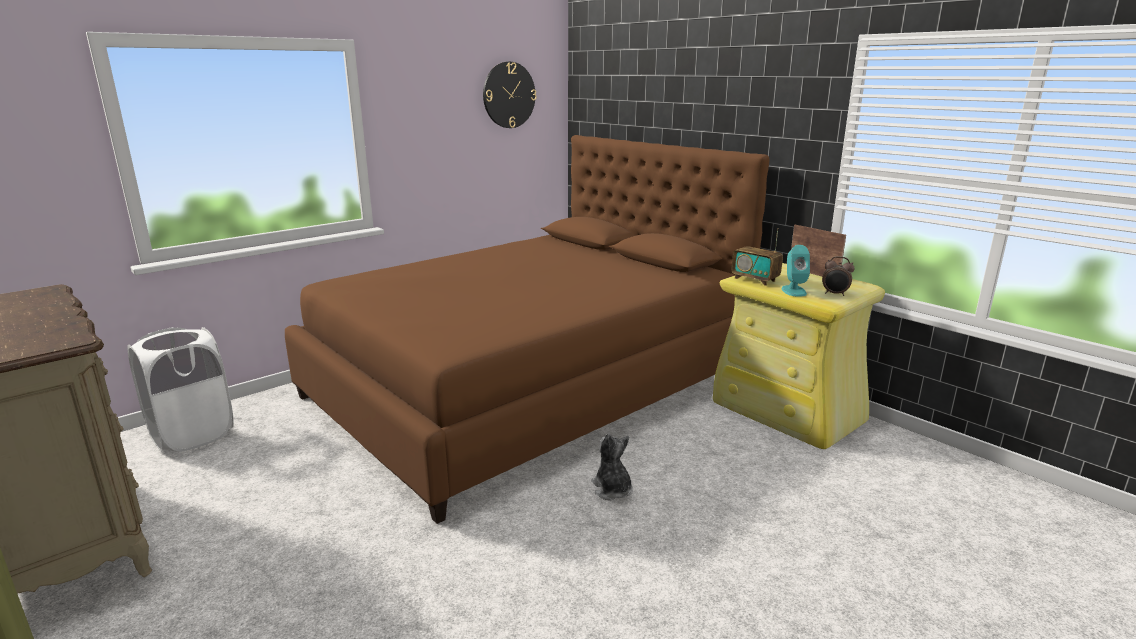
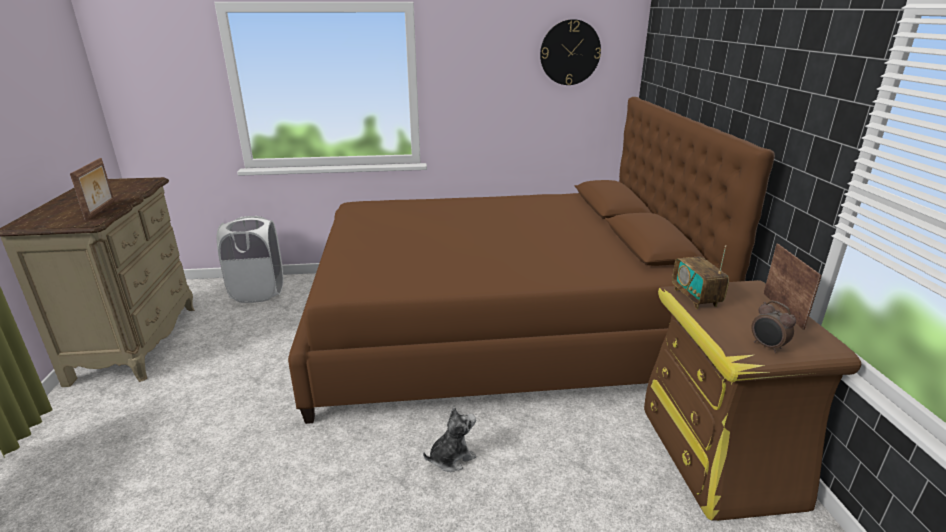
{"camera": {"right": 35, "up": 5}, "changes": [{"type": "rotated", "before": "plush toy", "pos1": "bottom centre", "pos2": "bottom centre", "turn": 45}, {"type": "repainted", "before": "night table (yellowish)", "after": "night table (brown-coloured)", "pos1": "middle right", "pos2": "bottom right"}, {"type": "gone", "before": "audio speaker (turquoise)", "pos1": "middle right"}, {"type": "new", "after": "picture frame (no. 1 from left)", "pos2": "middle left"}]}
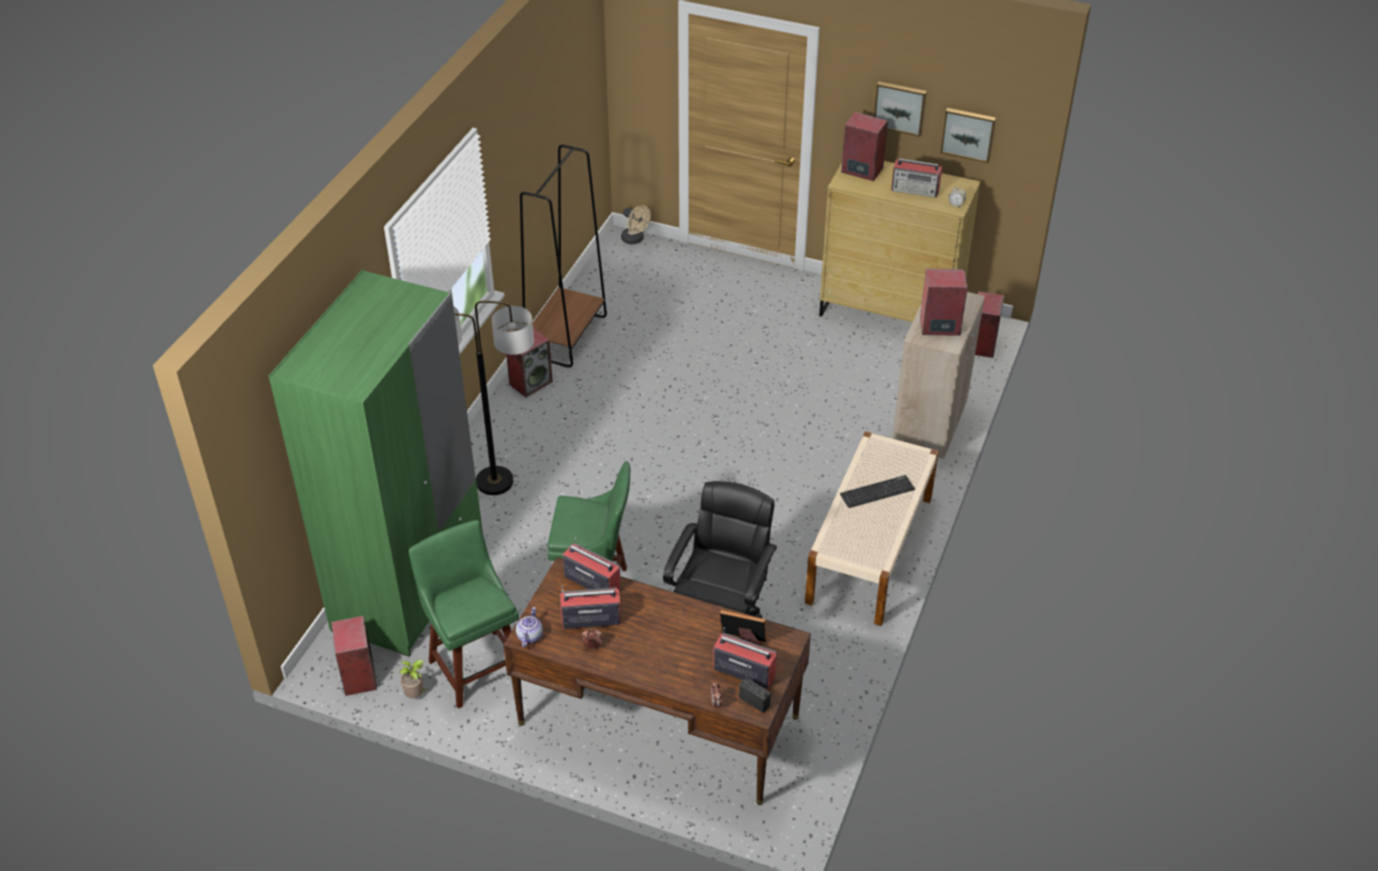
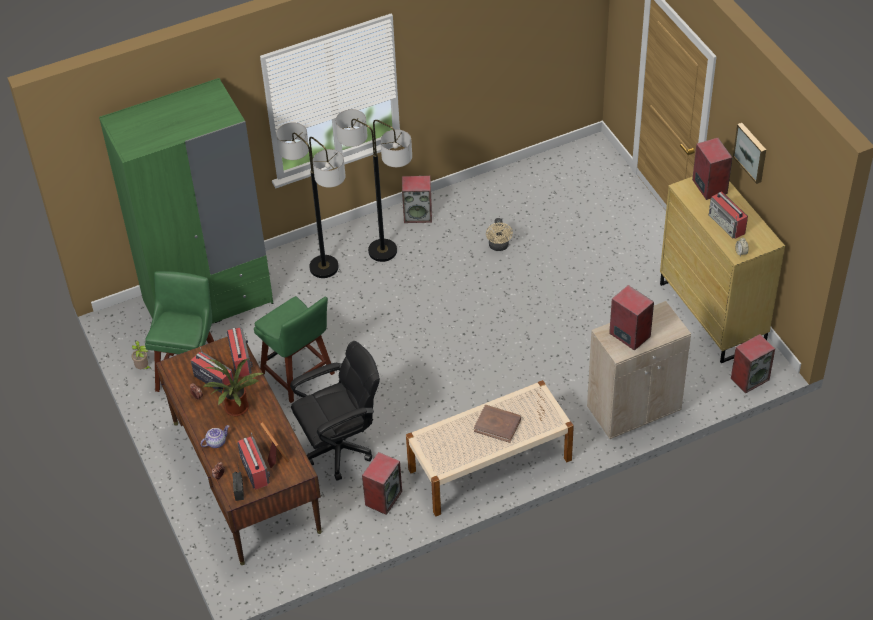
{"camera": {"right": 45, "up": 5}, "changes": [{"type": "shifted", "before": "audio speaker (no. 1 from left)", "pos1": "bottom left", "pos2": "bottom centre"}, {"type": "shifted", "before": "pot for tea", "pos1": "bottom centre", "pos2": "bottom left"}, {"type": "gone", "before": "clothes rack", "pos1": "top centre"}, {"type": "shifted", "before": "electric fan (sand-coloured)", "pos1": "top centre", "pos2": "centre"}, {"type": "swapped", "before": "PC keyboard", "after": "volume (brown-coloured)", "pos1": "centre", "pos2": "bottom centre"}, {"type": "gone", "before": "picture (no. 2 from left)", "pos1": "top right"}, {"type": "new", "after": "houseplant (no. 2 from left)", "pos2": "middle left"}, {"type": "new", "after": "floor lamp (no. 2 from left)", "pos2": "top centre"}]}
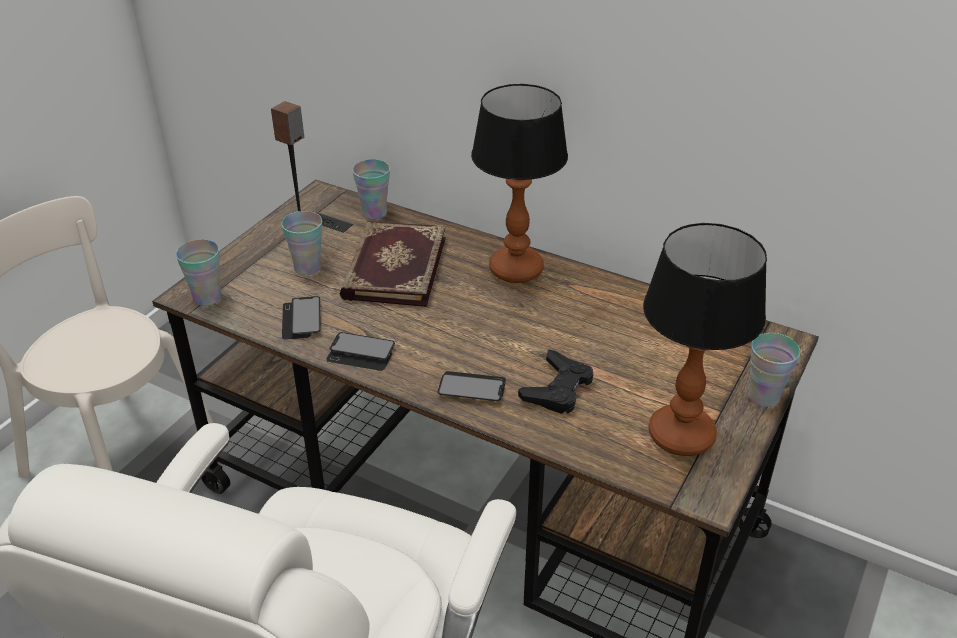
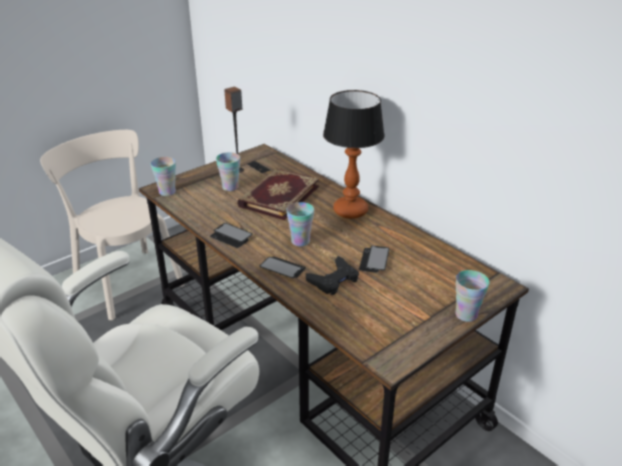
{"camera": {"right": 20, "up": -5}, "changes": [{"type": "shifted", "before": "handset (no. 1 from left in the first image)", "after": "handset (no. 3 from left)", "pos1": "middle left", "pos2": "centre"}, {"type": "shifted", "before": "cup (no. 3 from left)", "pos1": "top centre", "pos2": "centre"}, {"type": "gone", "before": "lamp for a table (no. 2 from left)", "pos1": "middle right"}]}
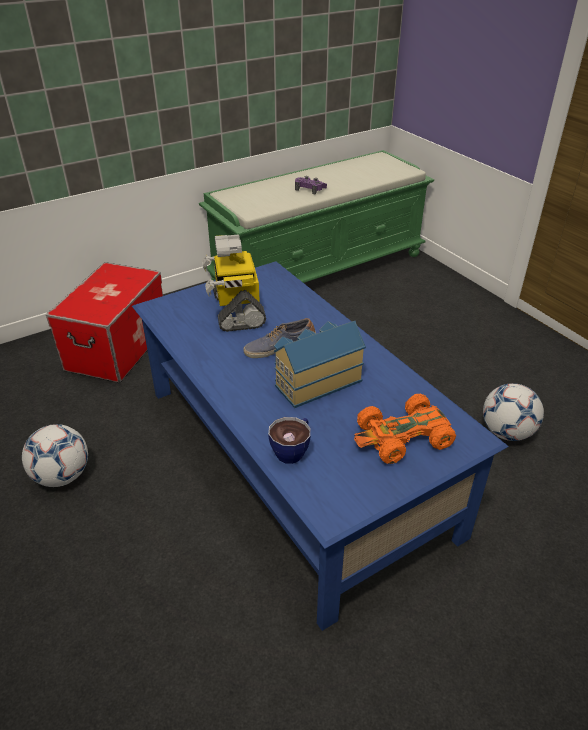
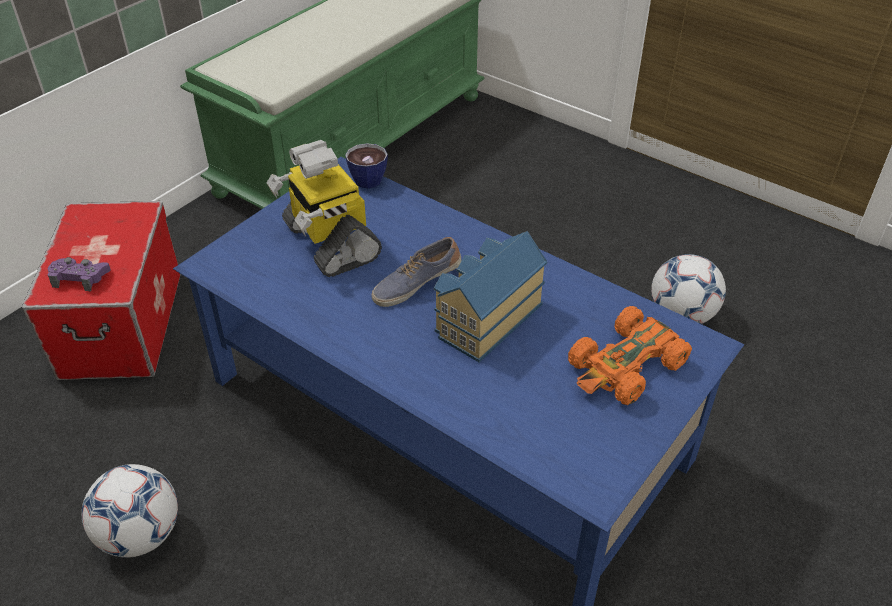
{"camera": {"right": -20, "up": 5}, "changes": [{"type": "shifted", "before": "cup", "pos1": "centre", "pos2": "top centre"}, {"type": "shifted", "before": "game controller (purplish)", "pos1": "top centre", "pos2": "middle left"}]}
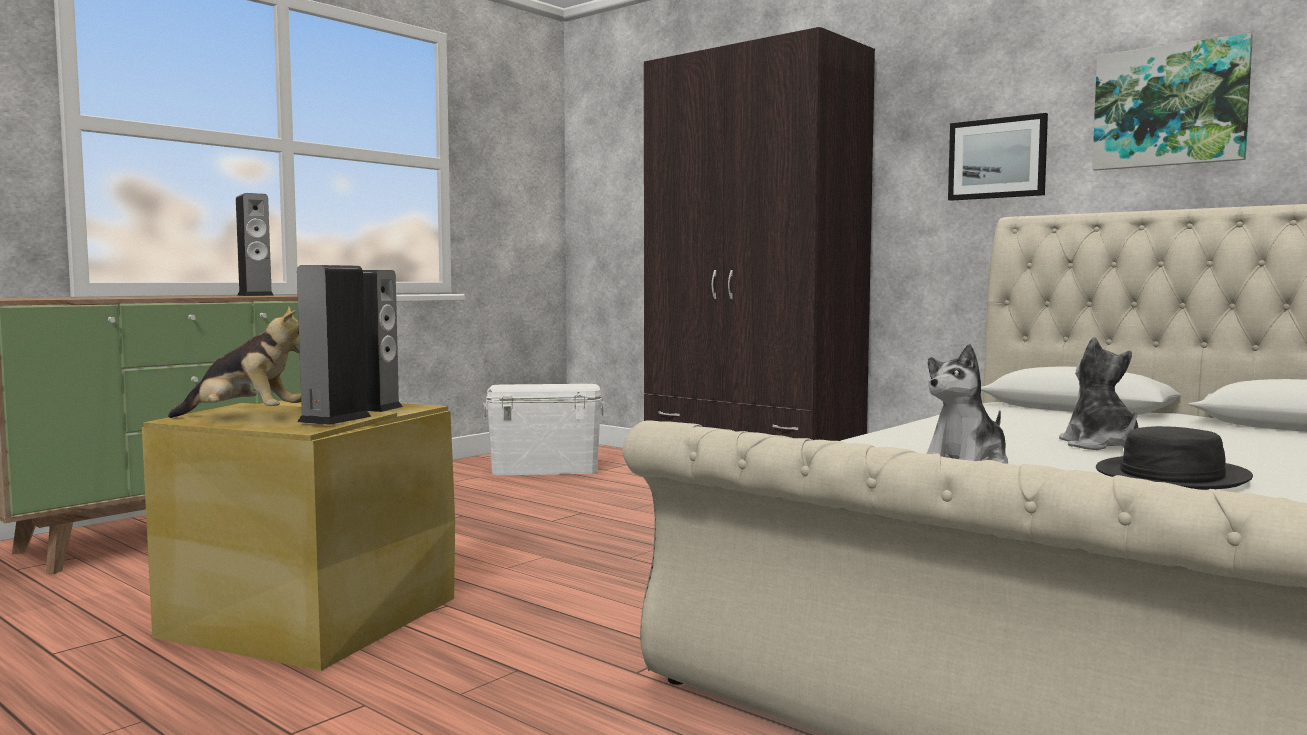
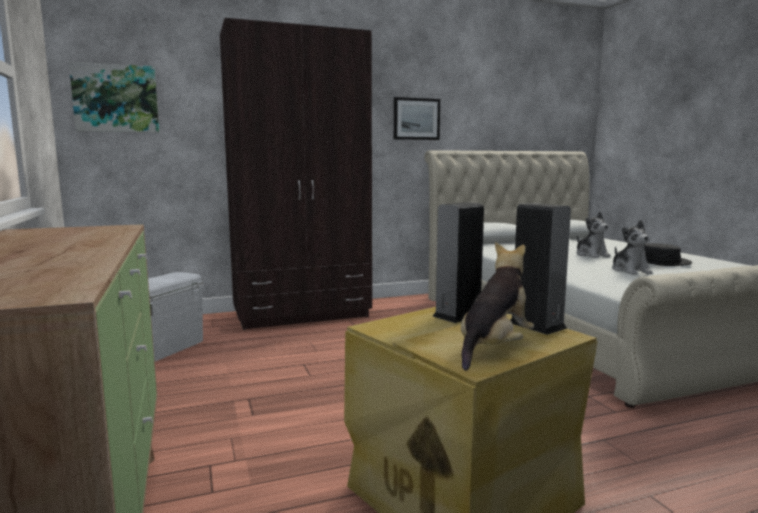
{"camera": {"right": -60, "up": 5}, "changes": [{"type": "gone", "before": "audio speaker (no. 1 from left)", "pos1": "top left"}, {"type": "rotated", "before": "plush toy (no. 3 from left in the first image)", "pos1": "middle right", "pos2": "middle right", "turn": -135}, {"type": "shifted", "before": "picture (no. 2 from left in the first image)", "after": "picture (no. 1 from left)", "pos1": "top right", "pos2": "top left"}]}
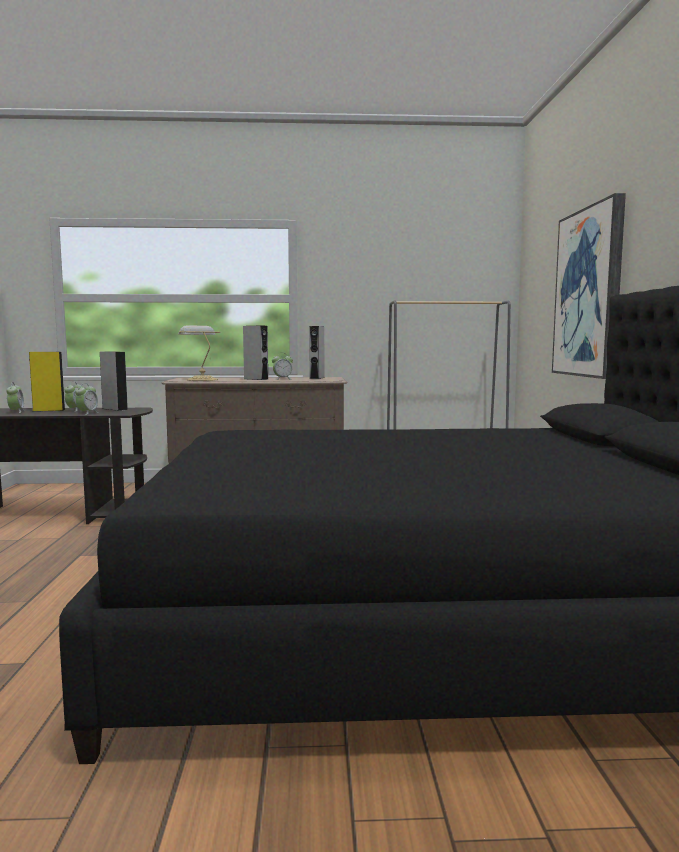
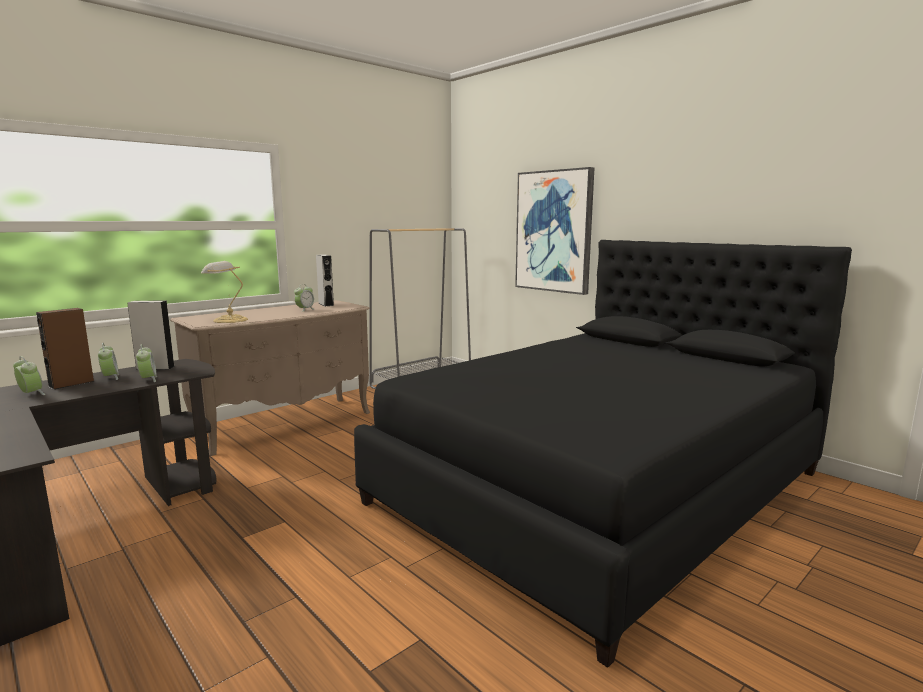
{"camera": {"right": -40, "up": 5}, "changes": [{"type": "repainted", "before": "audio speaker (yellowish)", "after": "audio speaker (brown-coloured)", "pos1": "middle left", "pos2": "middle left"}, {"type": "gone", "before": "audio speaker (greyish) (no. 2 from left)", "pos1": "centre"}]}
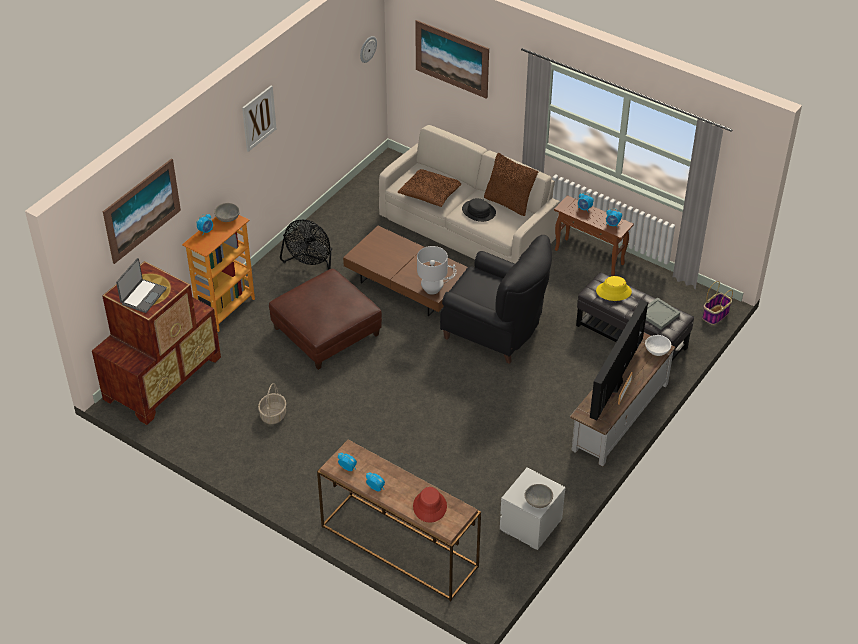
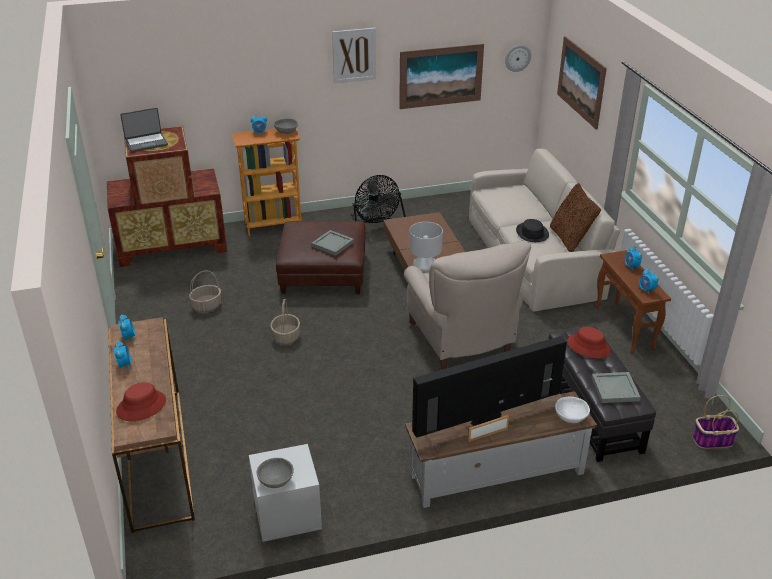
{"camera": {"right": 40, "up": -10}, "changes": [{"type": "shifted", "before": "picture (no. 1 from left in the first image)", "after": "picture (no. 2 from left)", "pos1": "top left", "pos2": "top centre"}, {"type": "rotated", "before": "electric fan (blackish)", "pos1": "centre", "pos2": "centre", "turn": -90}, {"type": "gone", "before": "throw pillow (brown-coloured) (no. 1 from left)", "pos1": "top centre"}, {"type": "repainted", "before": "lounge chair (blackish)", "after": "lounge chair (sand-coloured)", "pos1": "centre", "pos2": "centre"}, {"type": "repainted", "before": "wearable hat (yellowish)", "after": "wearable hat (red-coloured) (no. 2 from left)", "pos1": "middle right", "pos2": "middle right"}, {"type": "new", "after": "basket (no. 2 from left)", "pos2": "centre"}, {"type": "new", "after": "tray (greyish) (no. 1 from left)", "pos2": "centre"}]}
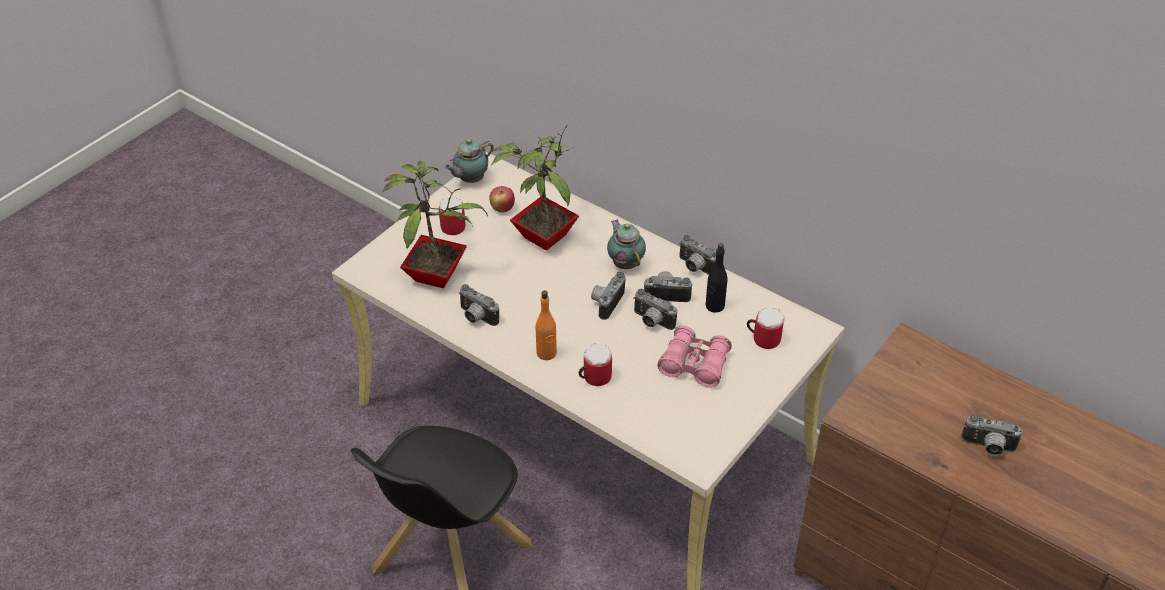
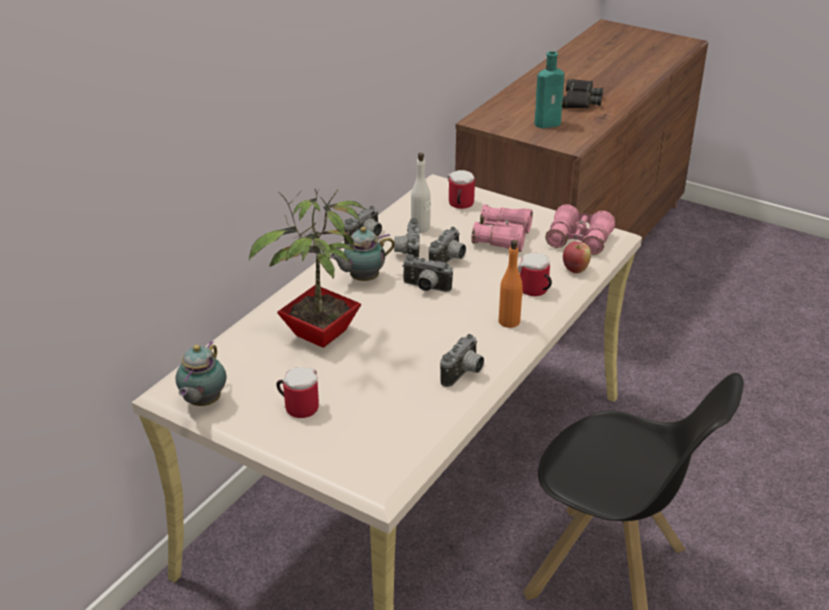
{"camera": {"right": -95, "up": -10}, "changes": [{"type": "gone", "before": "houseplant (no. 1 from left)", "pos1": "centre"}, {"type": "rotated", "before": "pot for tea (no. 1 from left)", "pos1": "top centre", "pos2": "middle left", "turn": 60}, {"type": "shifted", "before": "apple fruit", "pos1": "centre", "pos2": "middle right"}, {"type": "repainted", "before": "beverage bottle (blackish)", "after": "beverage bottle (white)", "pos1": "centre", "pos2": "top centre"}, {"type": "swapped", "before": "photo camera (no. 6 from left)", "after": "field glasses (blackish)", "pos1": "bottom right", "pos2": "top right"}, {"type": "new", "after": "beverage bottle (turquoise)", "pos2": "top centre"}, {"type": "new", "after": "field glasses (pink) (no. 2 from left)", "pos2": "middle right"}]}
